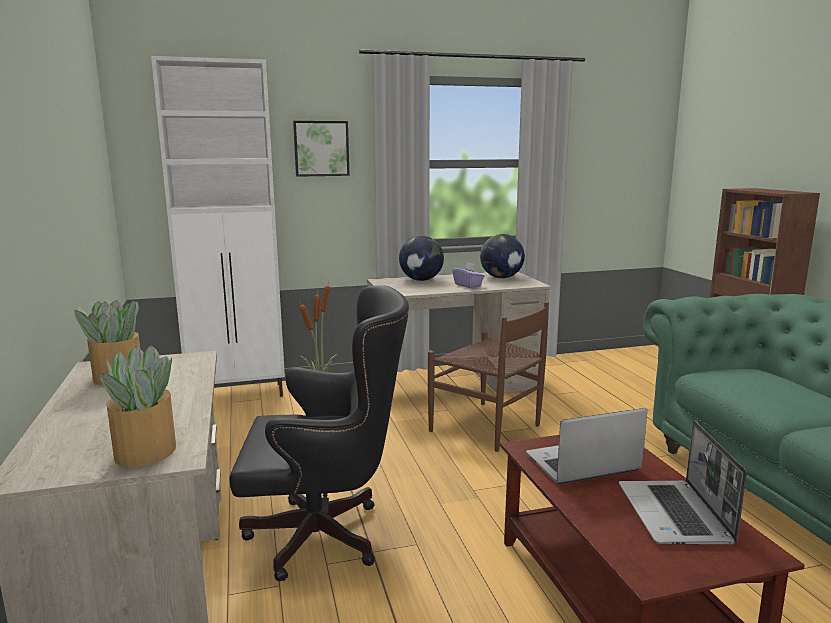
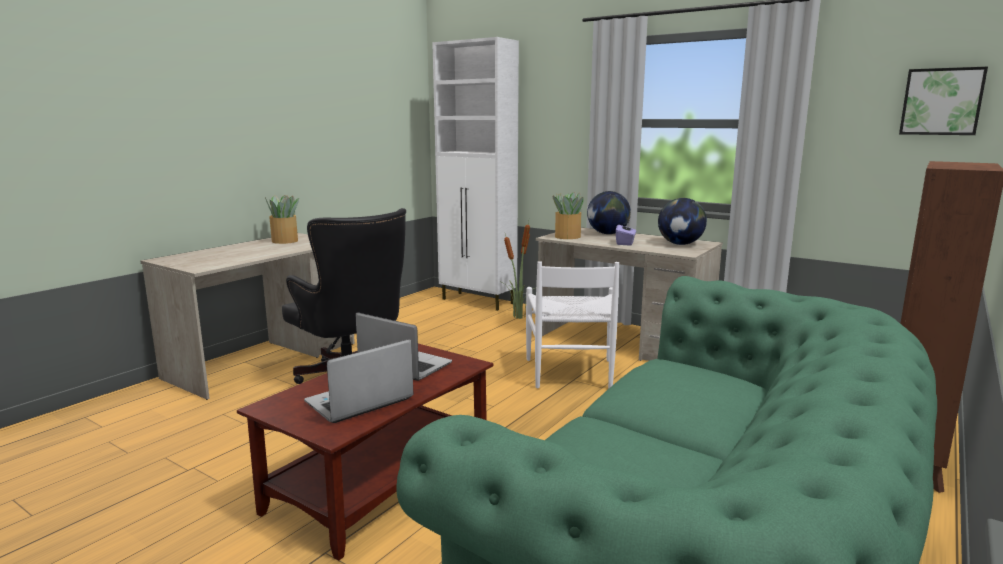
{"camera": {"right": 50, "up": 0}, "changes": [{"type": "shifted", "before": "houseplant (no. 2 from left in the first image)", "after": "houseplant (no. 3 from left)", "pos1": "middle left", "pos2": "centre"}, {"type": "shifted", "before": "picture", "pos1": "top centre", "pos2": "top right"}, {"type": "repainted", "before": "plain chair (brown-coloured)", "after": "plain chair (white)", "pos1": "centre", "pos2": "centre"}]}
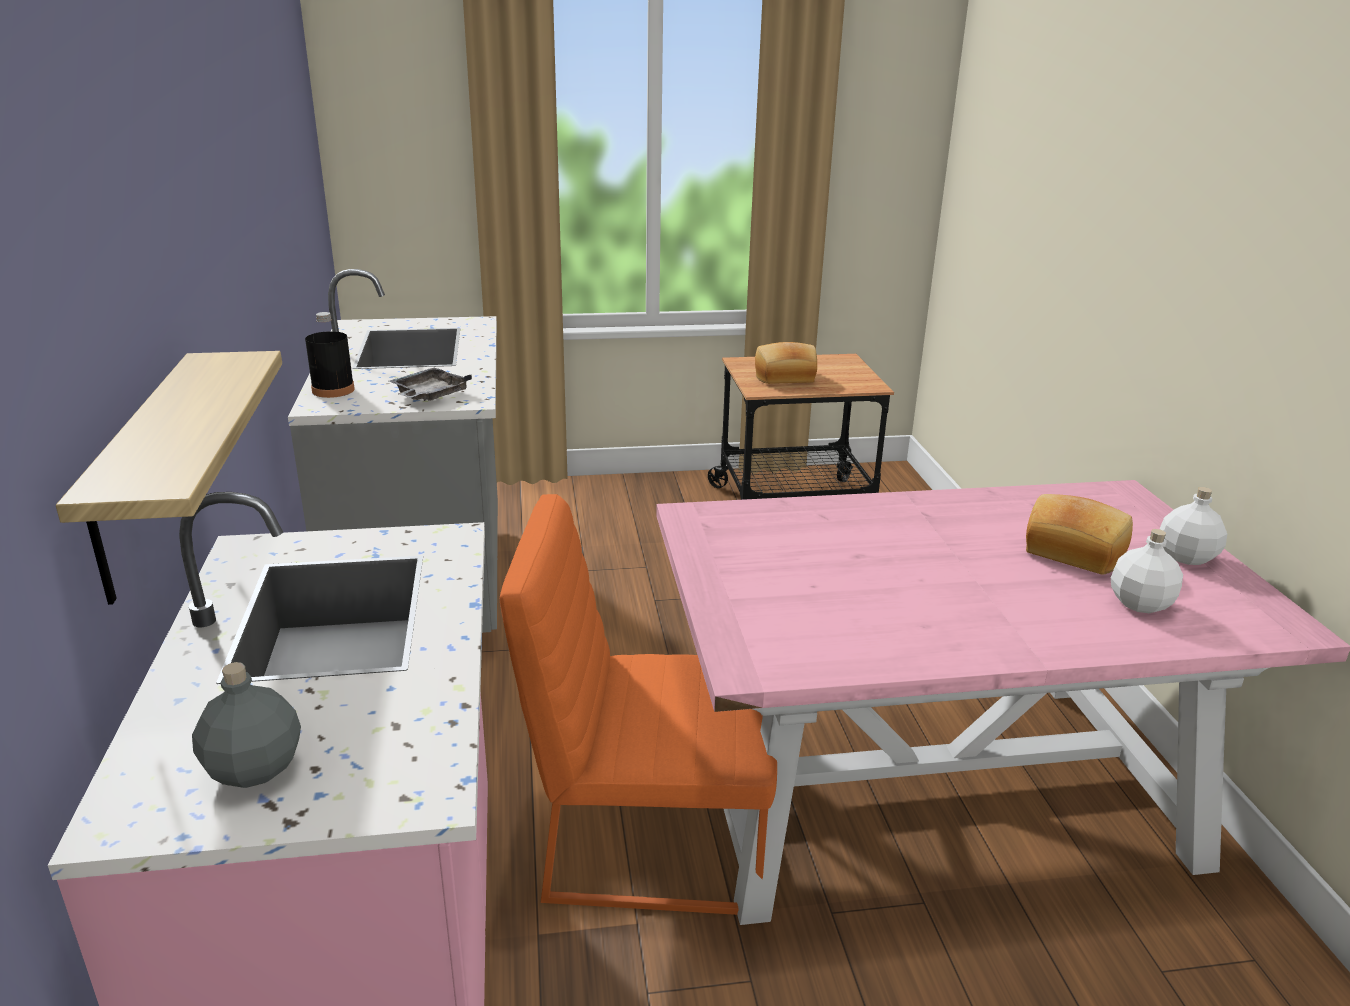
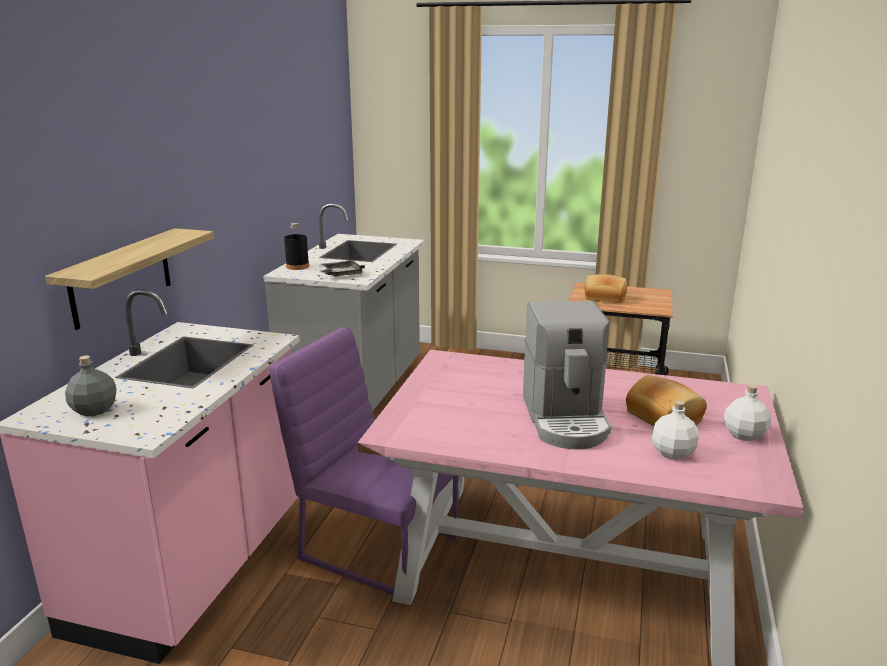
{"camera": {"right": 25, "up": -5}, "changes": [{"type": "repainted", "before": "plain chair (orangey)", "after": "plain chair (purplish)", "pos1": "bottom centre", "pos2": "bottom centre"}, {"type": "new", "after": "coffee brewer", "pos2": "centre"}]}
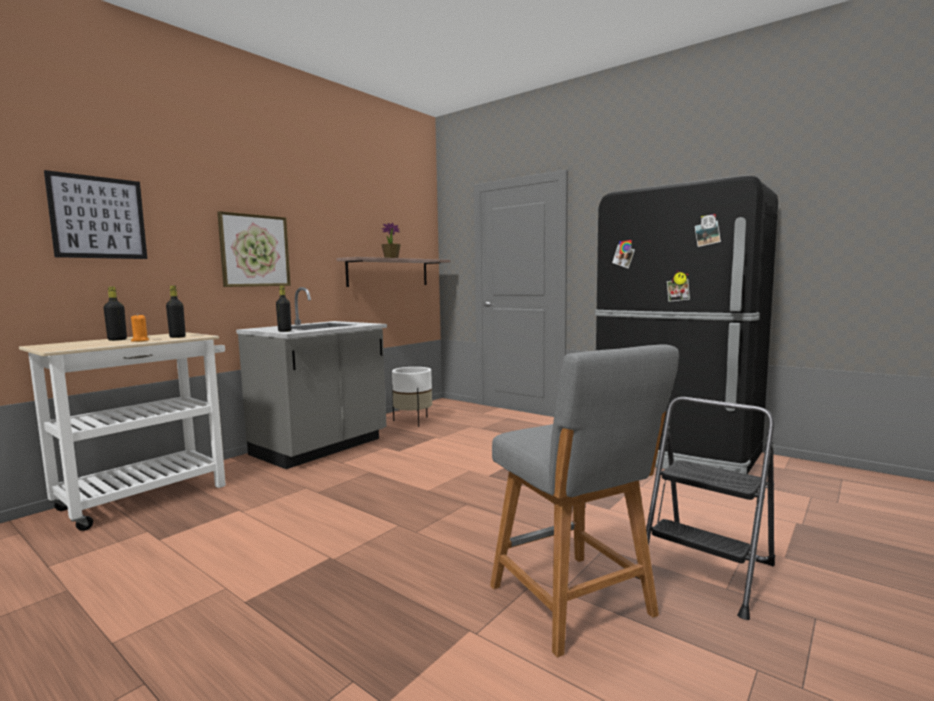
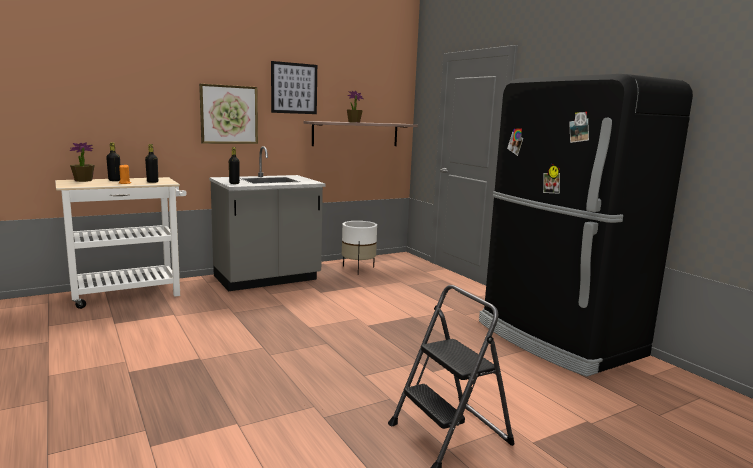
{"camera": {"right": 20, "up": 5}, "changes": [{"type": "shifted", "before": "picture (no. 1 from left in the first image)", "after": "picture (no. 2 from left)", "pos1": "top left", "pos2": "top centre"}, {"type": "gone", "before": "sitting stool (greyish)", "pos1": "bottom centre"}, {"type": "new", "after": "houseplant (no. 1 from left)", "pos2": "middle left"}]}
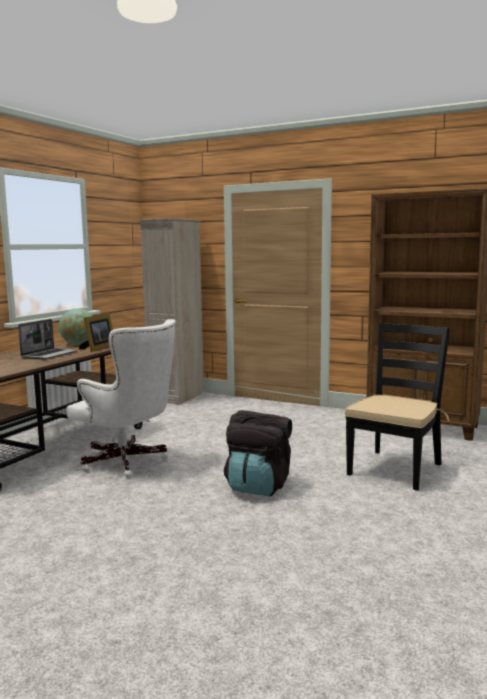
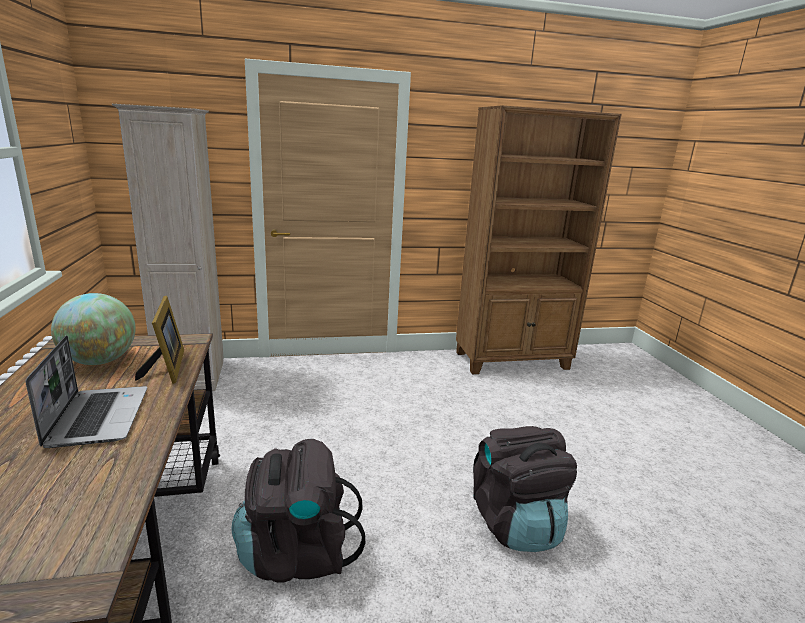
{"camera": {"right": -40, "up": 10}, "changes": [{"type": "swapped", "before": "office chair (white)", "after": "knapsack (blackish) (no. 1 from left)", "pos1": "middle left", "pos2": "bottom centre"}, {"type": "gone", "before": "plain chair (blackish)", "pos1": "middle right"}]}
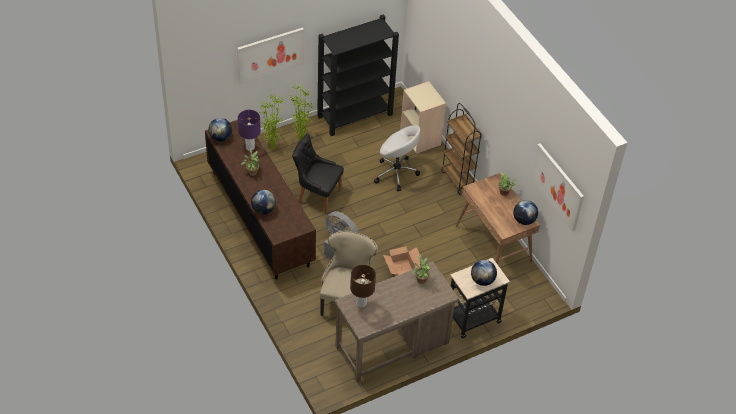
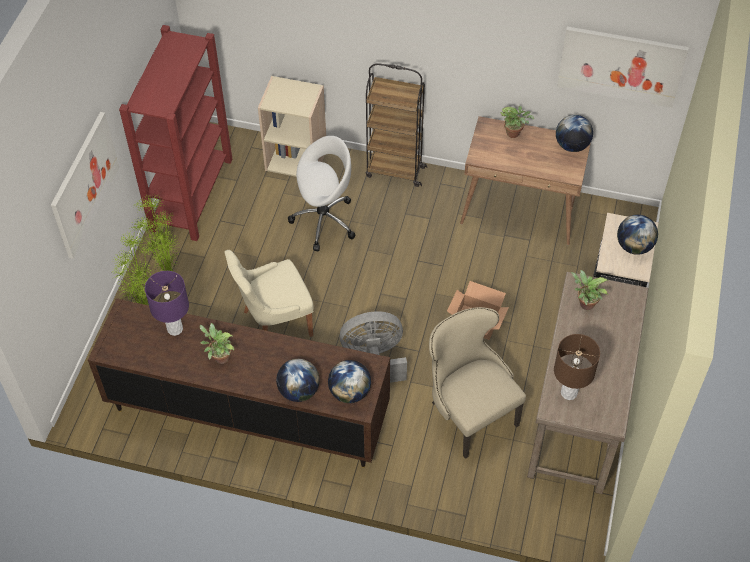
{"camera": {"right": -45, "up": 5}, "changes": [{"type": "shifted", "before": "desk globe (no. 1 from left in the first image)", "after": "desk globe (no. 2 from left)", "pos1": "top left", "pos2": "bottom centre"}, {"type": "repainted", "before": "plain chair (blackish)", "after": "plain chair (sand-coloured) (no. 1 from left)", "pos1": "centre", "pos2": "centre"}, {"type": "repainted", "before": "bookcase (blackish)", "after": "bookcase (red-coloured)", "pos1": "top centre", "pos2": "top left"}]}
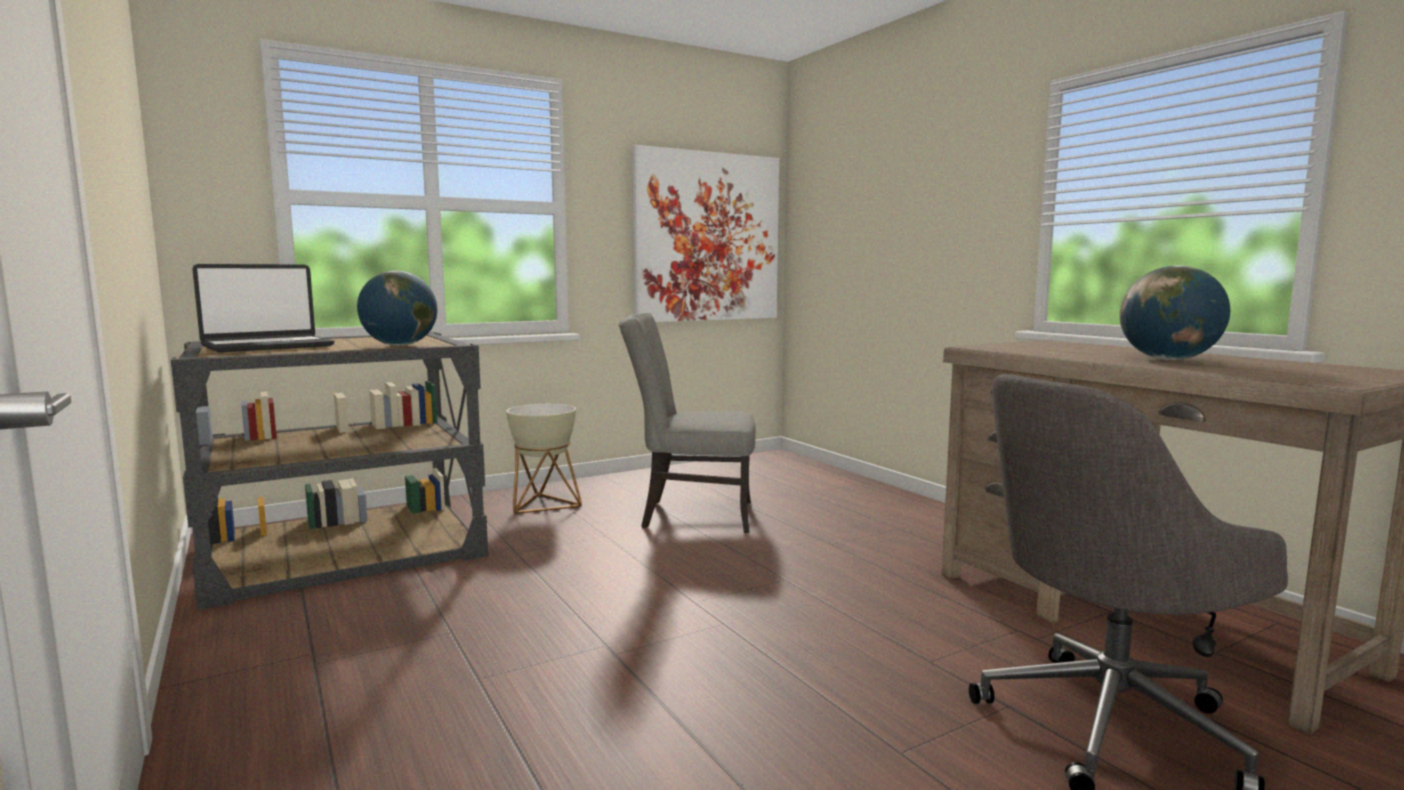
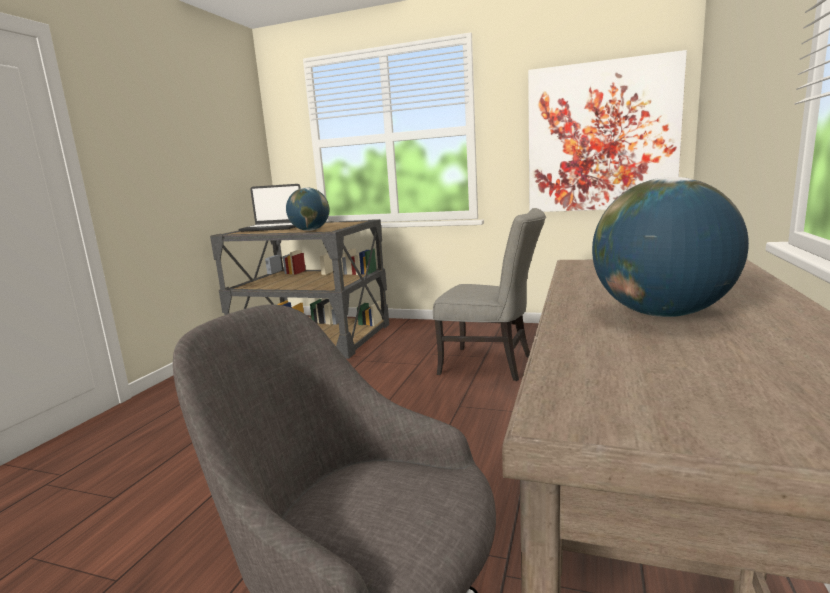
{"camera": {"right": 50, "up": 5}, "changes": [{"type": "gone", "before": "plant pot", "pos1": "centre"}, {"type": "rotated", "before": "plain chair (greyish)", "pos1": "centre", "pos2": "centre", "turn": 150}]}
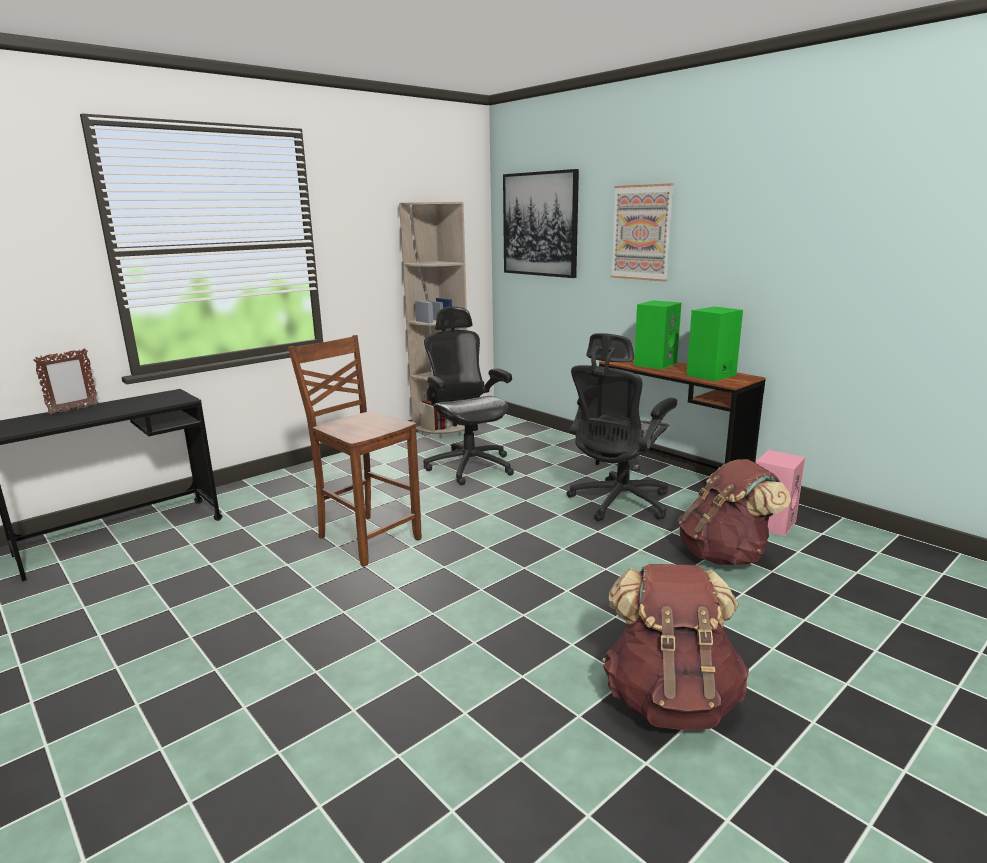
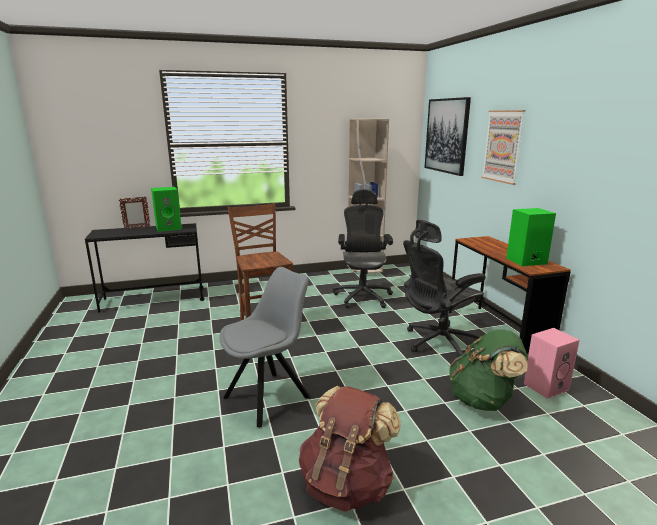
{"camera": {"right": 25, "up": 0}, "changes": [{"type": "shifted", "before": "audio speaker (greenish) (no. 1 from left)", "pos1": "centre", "pos2": "middle left"}, {"type": "repainted", "before": "knapsack (brown-coloured) (no. 2 from left)", "after": "knapsack (greenish)", "pos1": "middle right", "pos2": "bottom right"}, {"type": "new", "after": "plain chair (greyish)", "pos2": "centre"}]}
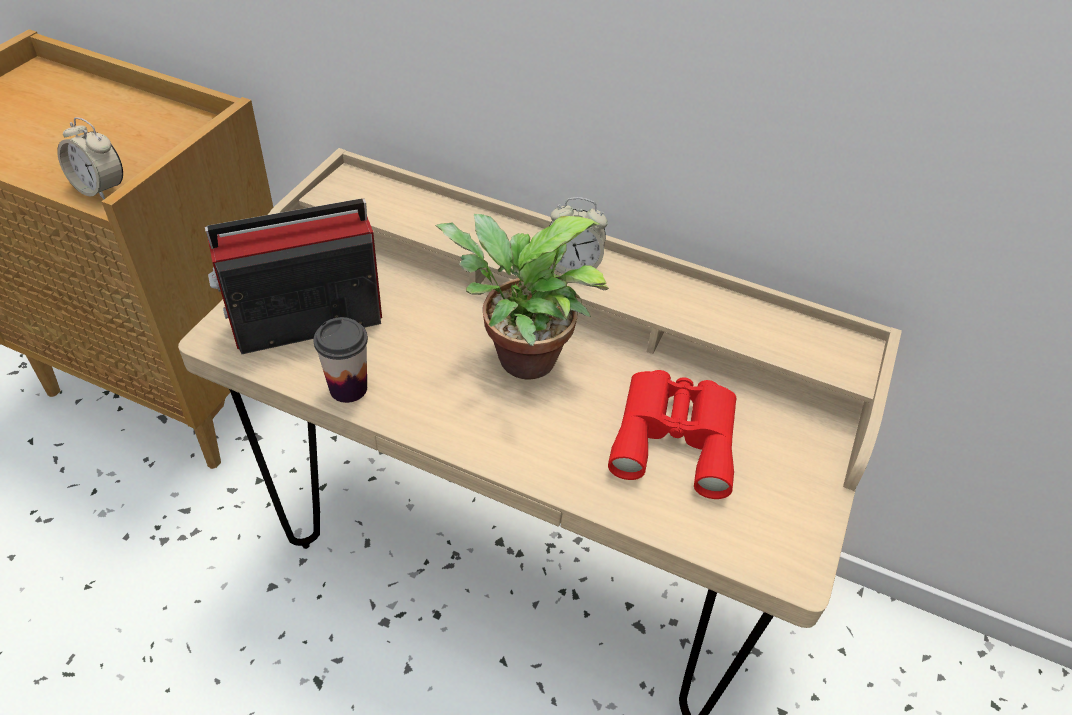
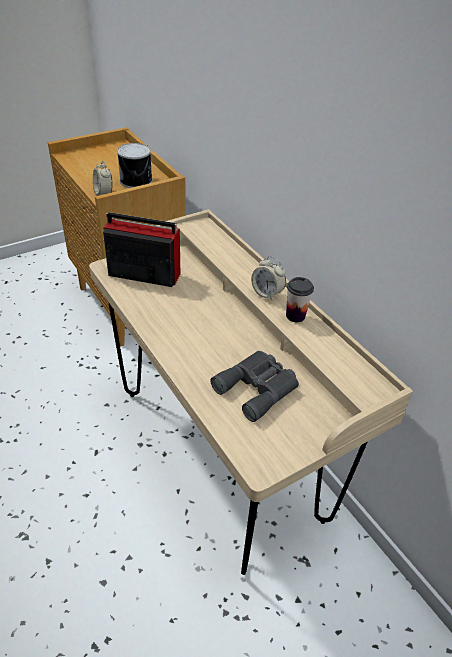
{"camera": {"right": 35, "up": -5}, "changes": [{"type": "shifted", "before": "cup", "pos1": "middle left", "pos2": "centre"}, {"type": "gone", "before": "houseplant", "pos1": "centre"}, {"type": "repainted", "before": "field glasses (red-coloured)", "after": "field glasses (greyish)", "pos1": "centre", "pos2": "centre"}, {"type": "new", "after": "sealed can", "pos2": "top left"}]}
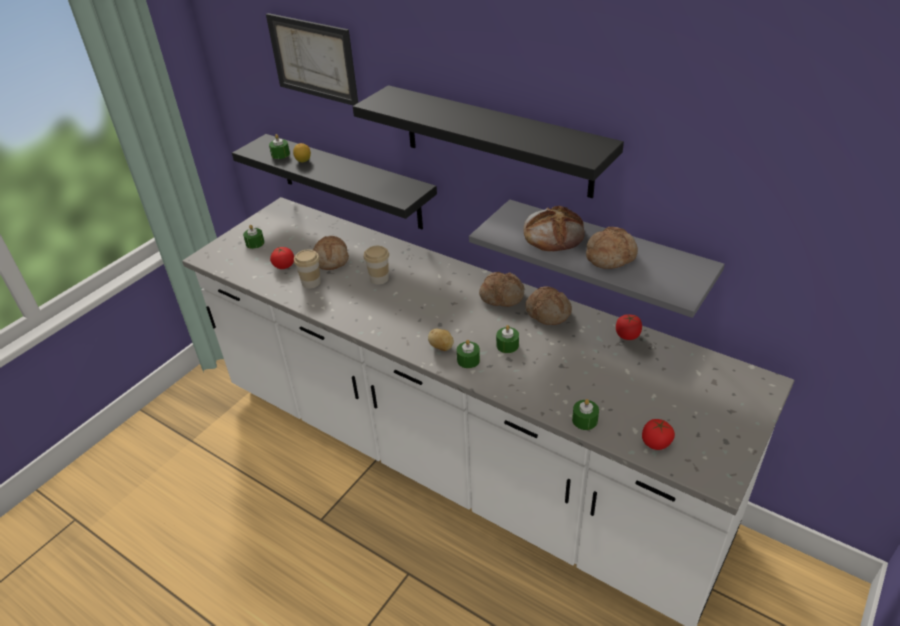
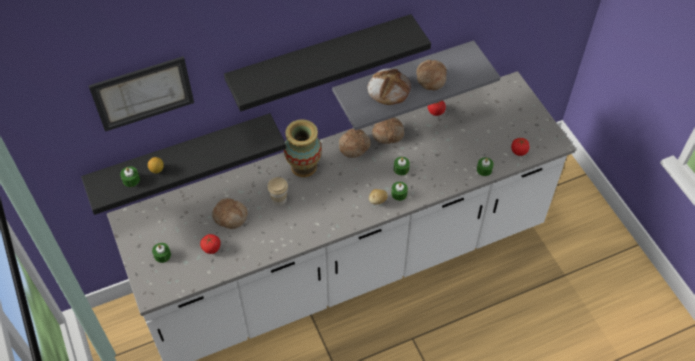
{"camera": {"right": -60, "up": 15}, "changes": [{"type": "gone", "before": "cup (no. 1 from left)", "pos1": "centre"}, {"type": "new", "after": "vase", "pos2": "centre"}]}
